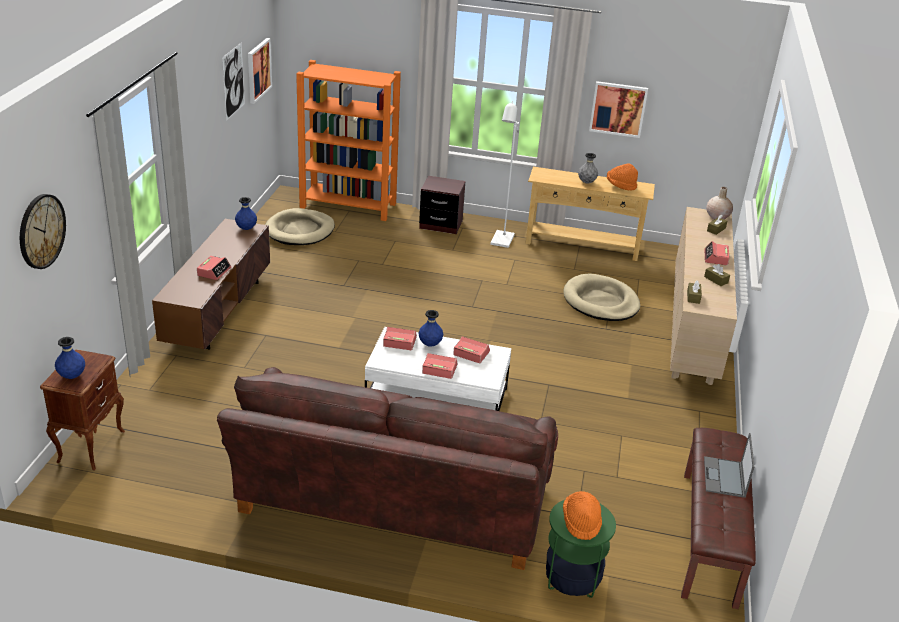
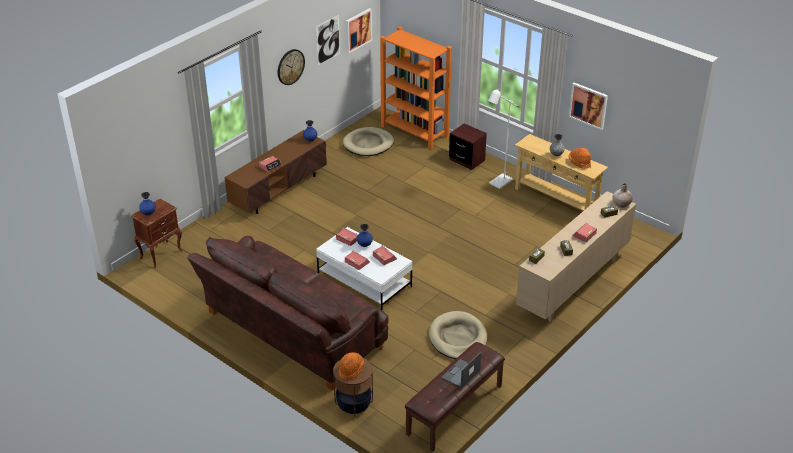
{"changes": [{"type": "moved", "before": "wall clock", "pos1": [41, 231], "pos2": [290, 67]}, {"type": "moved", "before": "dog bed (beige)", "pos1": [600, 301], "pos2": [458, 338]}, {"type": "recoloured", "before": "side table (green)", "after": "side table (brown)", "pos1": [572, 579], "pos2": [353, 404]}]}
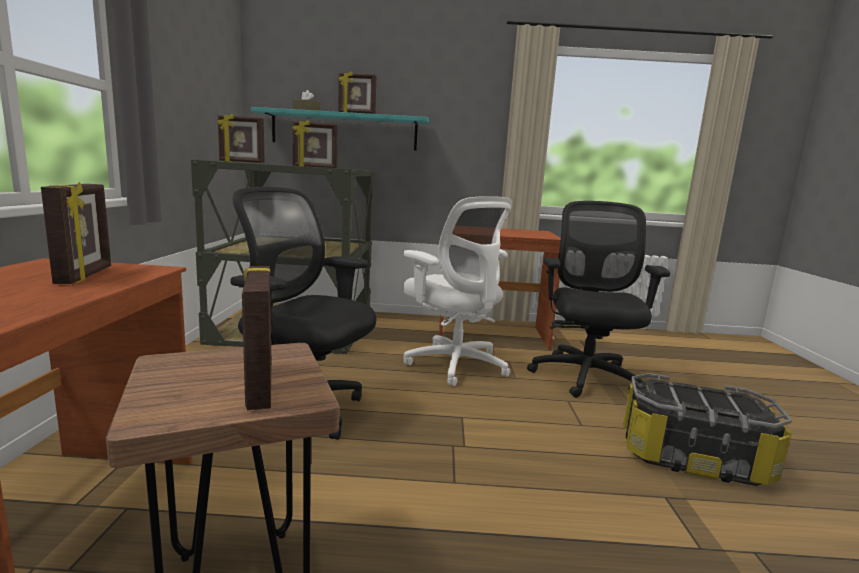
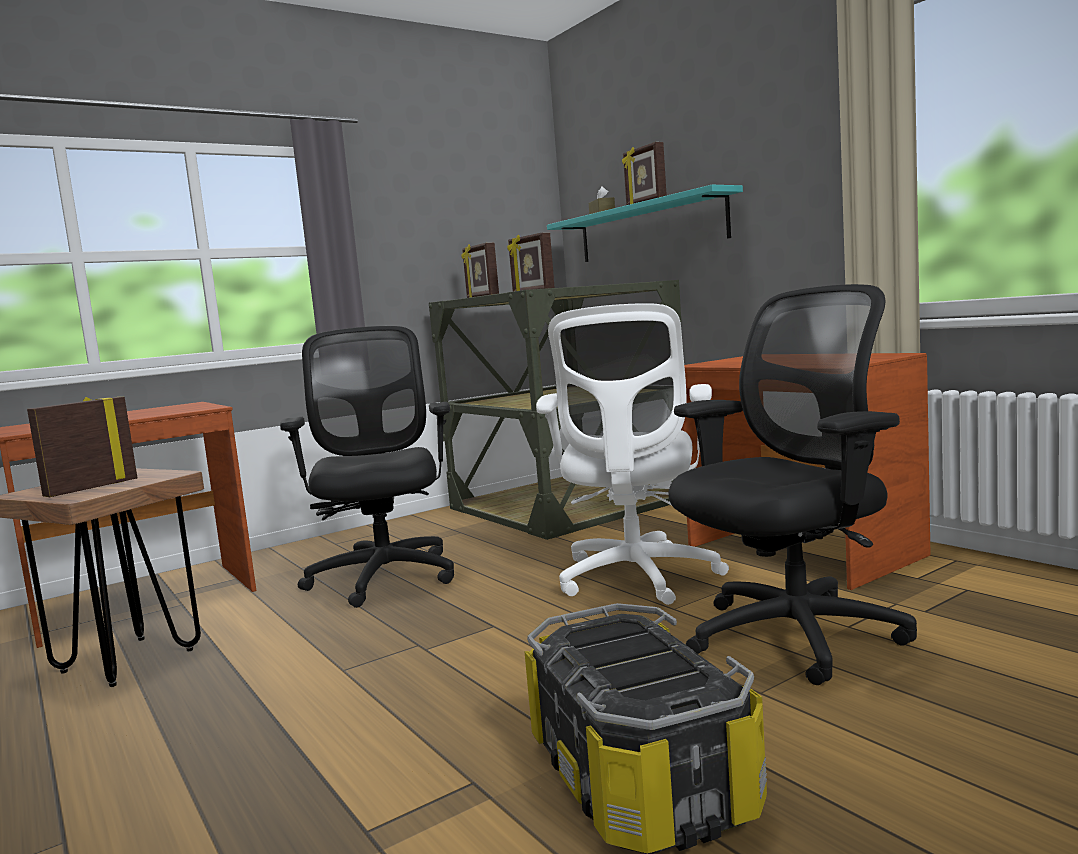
{"changes": [{"type": "removed", "before": "picture frame", "pos1": [86, 275]}]}
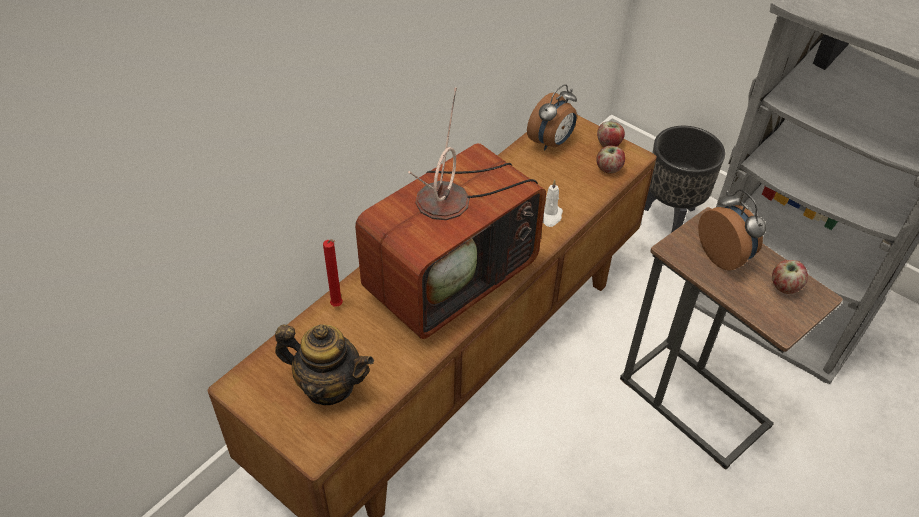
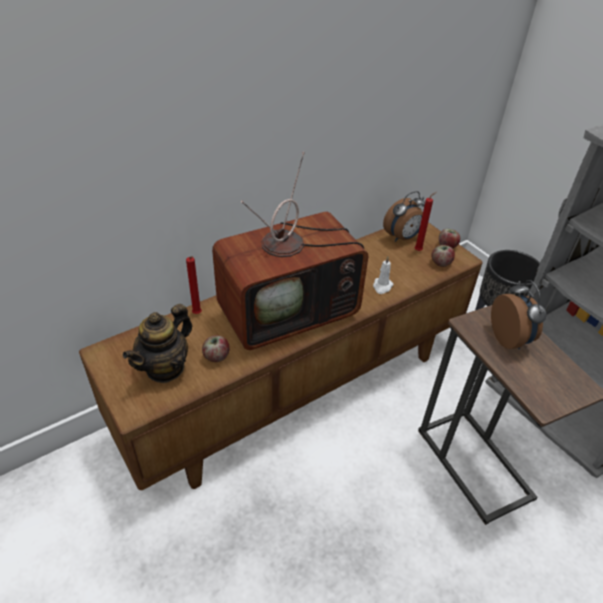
{"changes": [{"type": "added", "after": "candle (red)", "pos2": [419, 250]}, {"type": "moved", "before": "apple", "pos1": [784, 286], "pos2": [216, 356]}, {"type": "turned", "before": "teapot", "pos1": [329, 385], "pos2": [165, 368], "turn": 90}]}
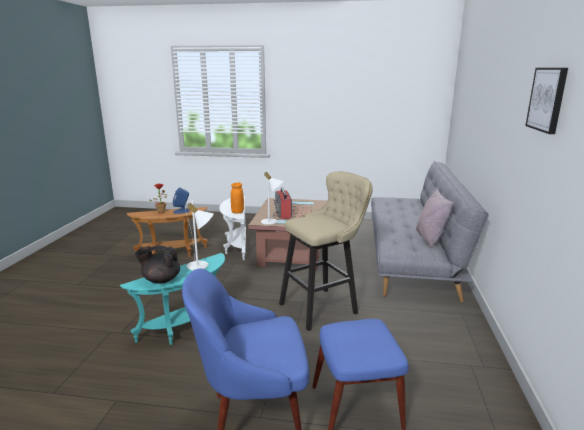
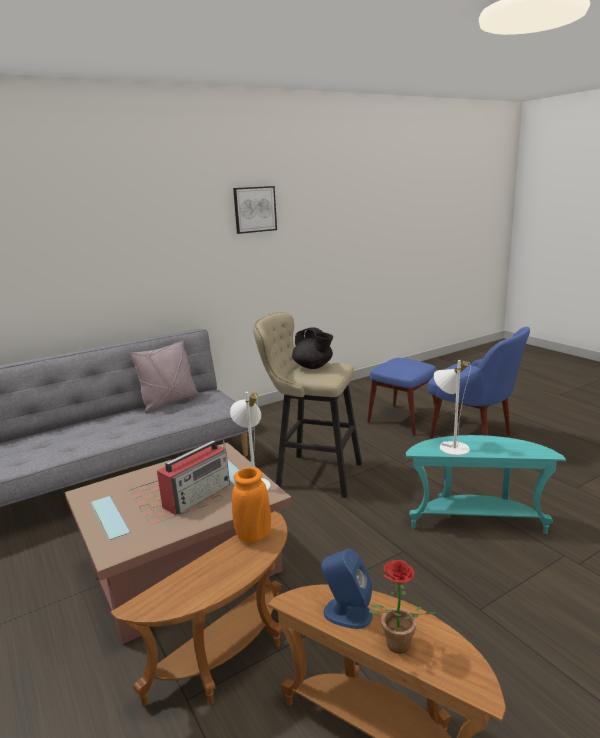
{"changes": [{"type": "moved", "before": "teapot (black)", "pos1": [161, 280], "pos2": [313, 367]}, {"type": "recoloured", "before": "side table (white)", "after": "side table (brown)", "pos1": [236, 246], "pos2": [230, 658]}]}
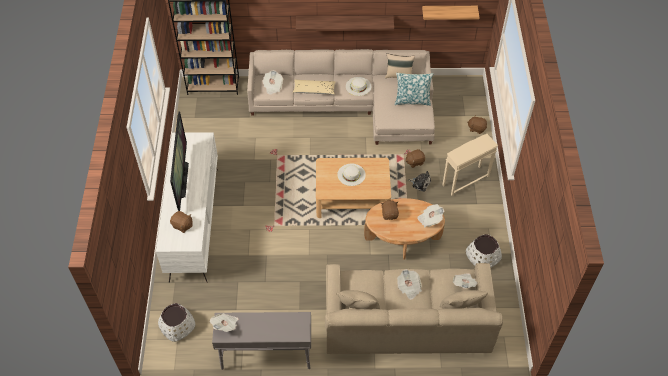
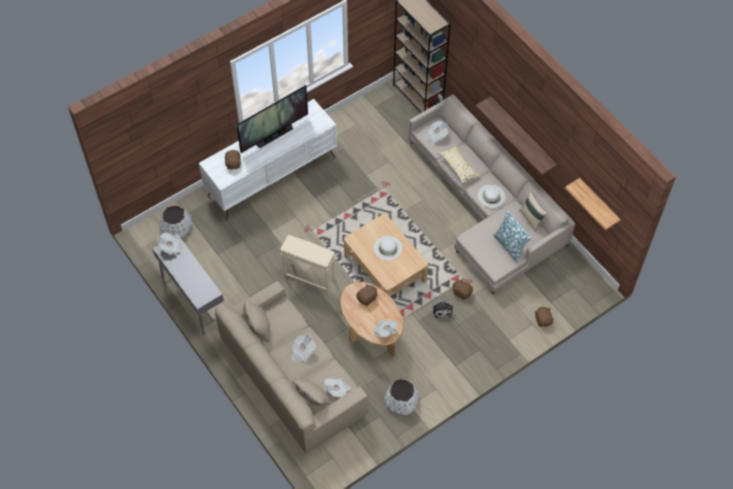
{"changes": [{"type": "moved", "before": "side table (beige)", "pos1": [465, 180], "pos2": [309, 277]}]}
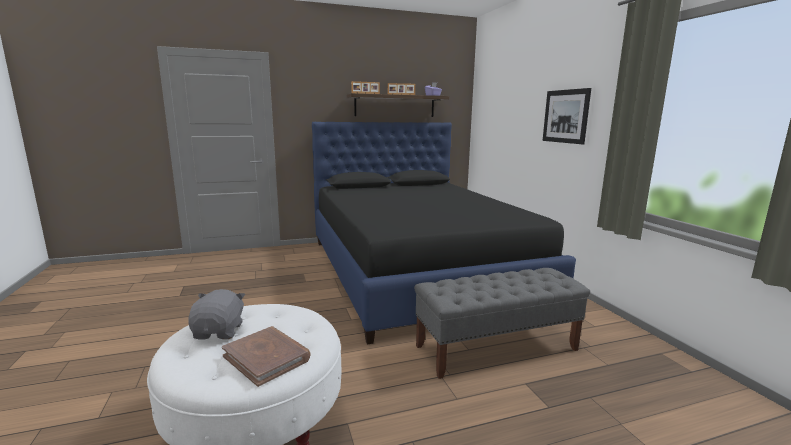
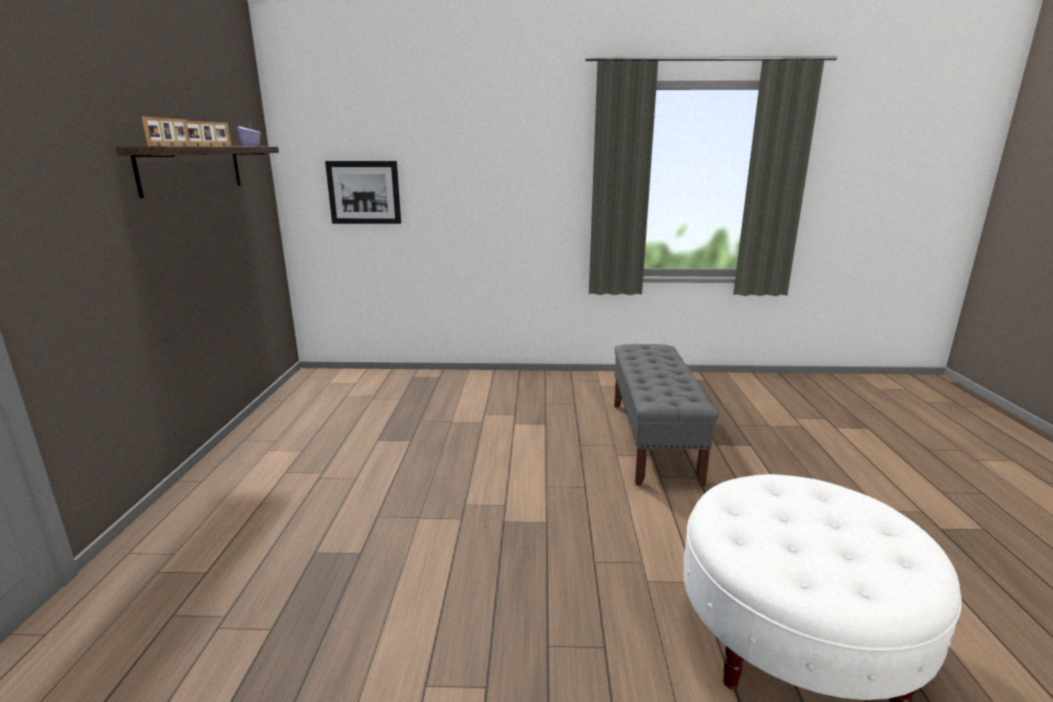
{"changes": [{"type": "removed", "before": "plush toy (grey)", "pos1": [219, 331]}, {"type": "removed", "before": "book (brown)", "pos1": [267, 358]}, {"type": "removed", "before": "bed (black)", "pos1": [417, 270]}, {"type": "moved", "before": "picture", "pos1": [565, 116], "pos2": [364, 192]}]}
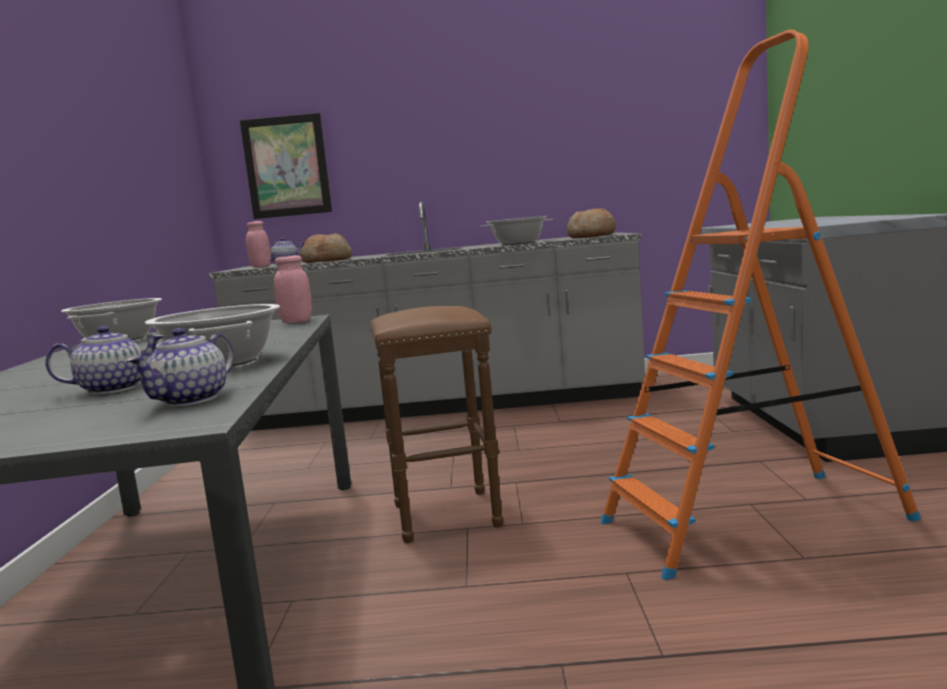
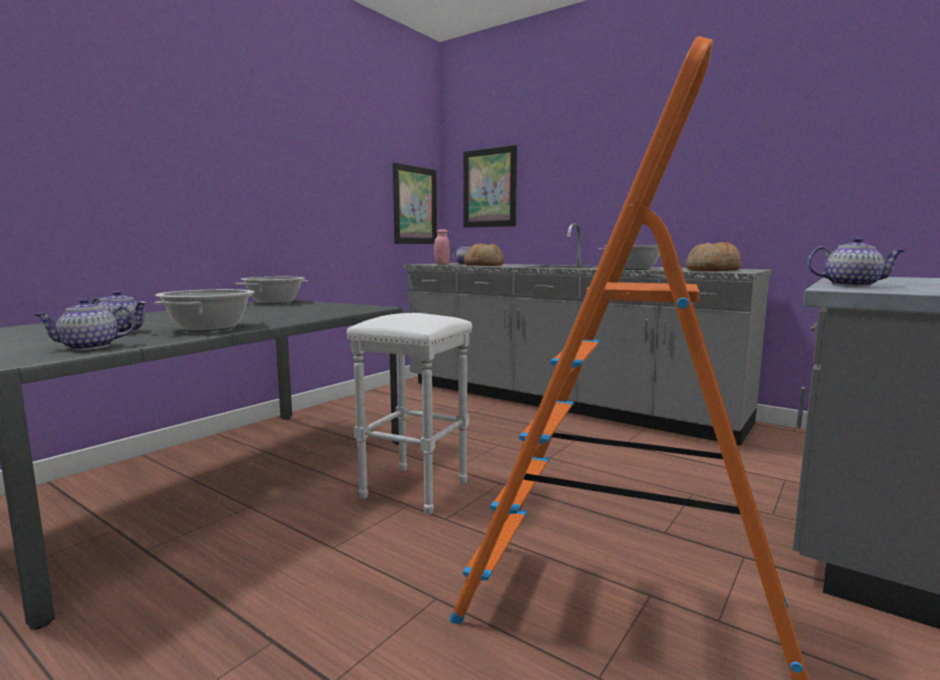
{"changes": [{"type": "removed", "before": "jar (pink)", "pos1": [296, 322]}, {"type": "added", "after": "picture", "pos2": [415, 205]}, {"type": "added", "after": "teapot", "pos2": [851, 285]}, {"type": "recoloured", "before": "stool (brown)", "after": "stool (white)", "pos1": [449, 515], "pos2": [415, 490]}]}
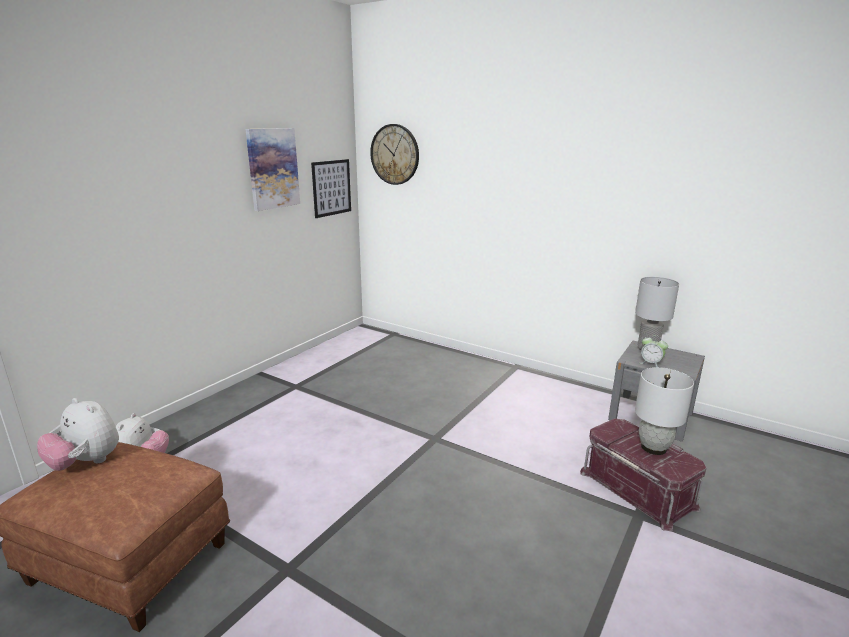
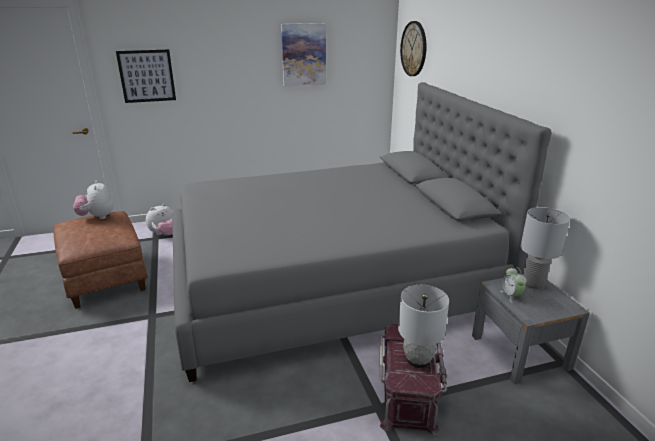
{"changes": [{"type": "added", "after": "bed (grey)", "pos2": [331, 282]}, {"type": "moved", "before": "picture", "pos1": [331, 188], "pos2": [147, 76]}]}
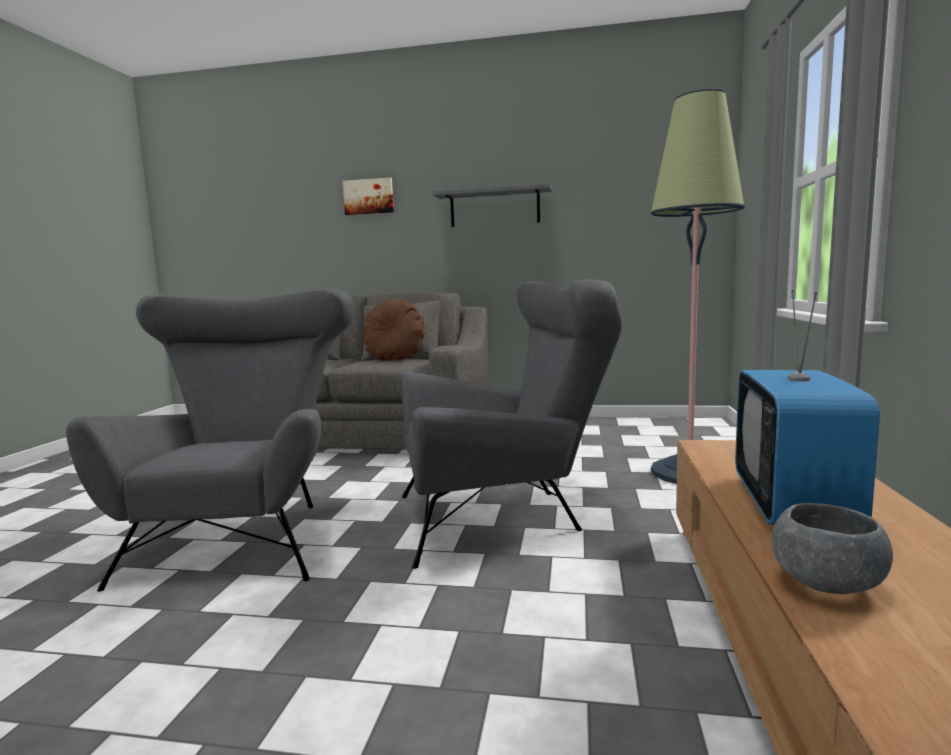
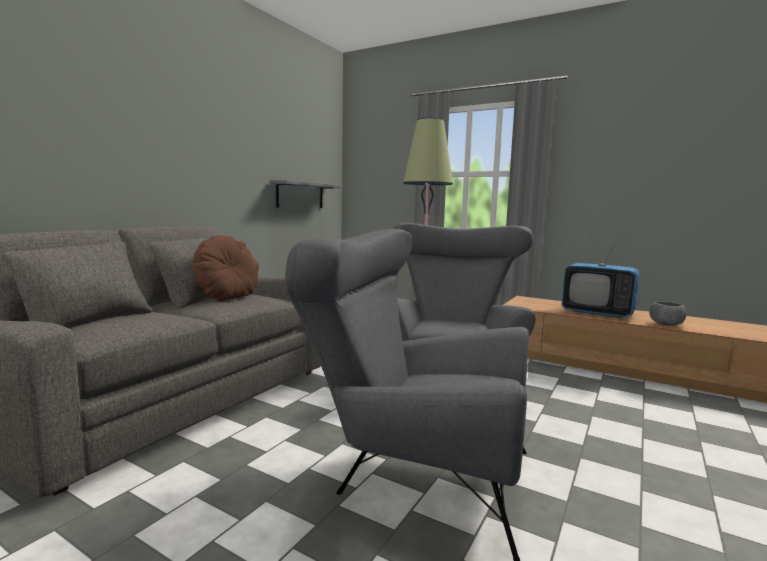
{"changes": [{"type": "removed", "before": "picture", "pos1": [369, 196]}, {"type": "moved", "before": "shelf (grey)", "pos1": [494, 208], "pos2": [300, 195]}]}
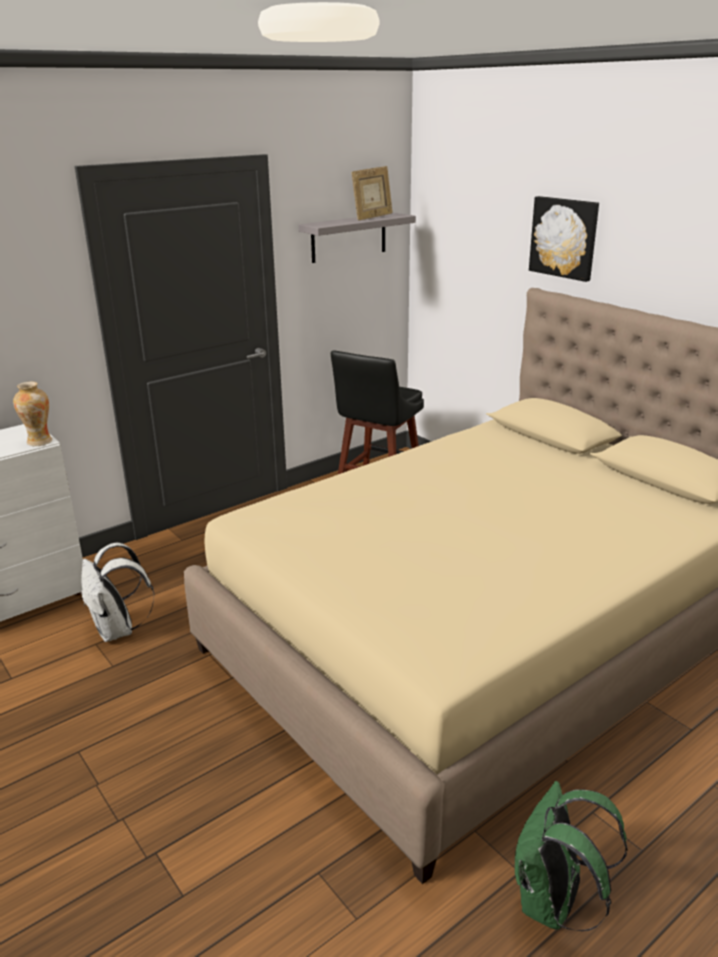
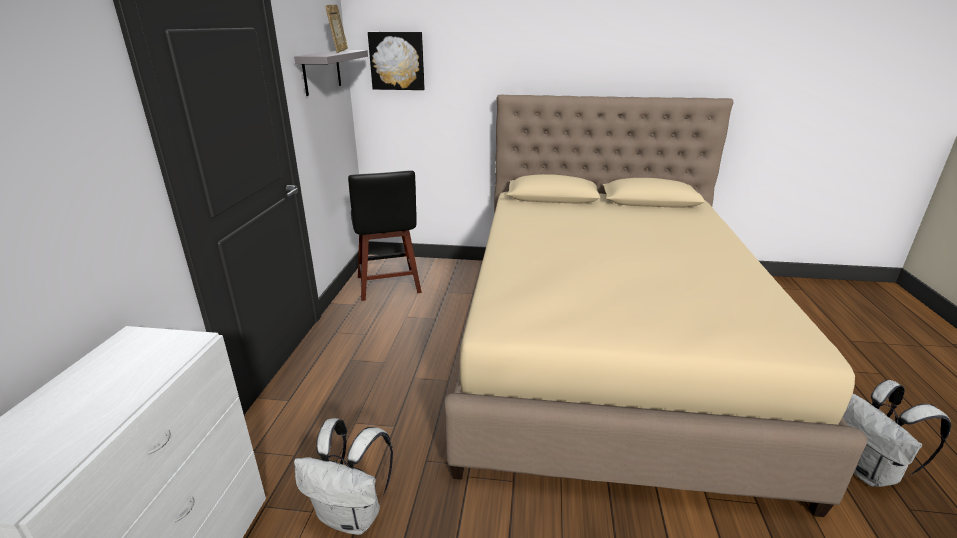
{"changes": [{"type": "removed", "before": "vase", "pos1": [39, 442]}, {"type": "moved", "before": "picture", "pos1": [564, 237], "pos2": [397, 61]}, {"type": "recoloured", "before": "backpack (green)", "after": "backpack (white)", "pos1": [553, 903], "pos2": [867, 471]}]}
